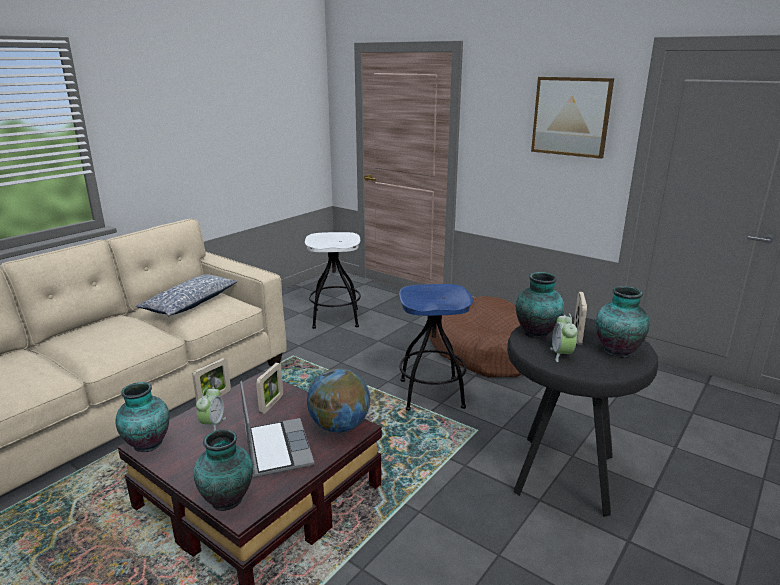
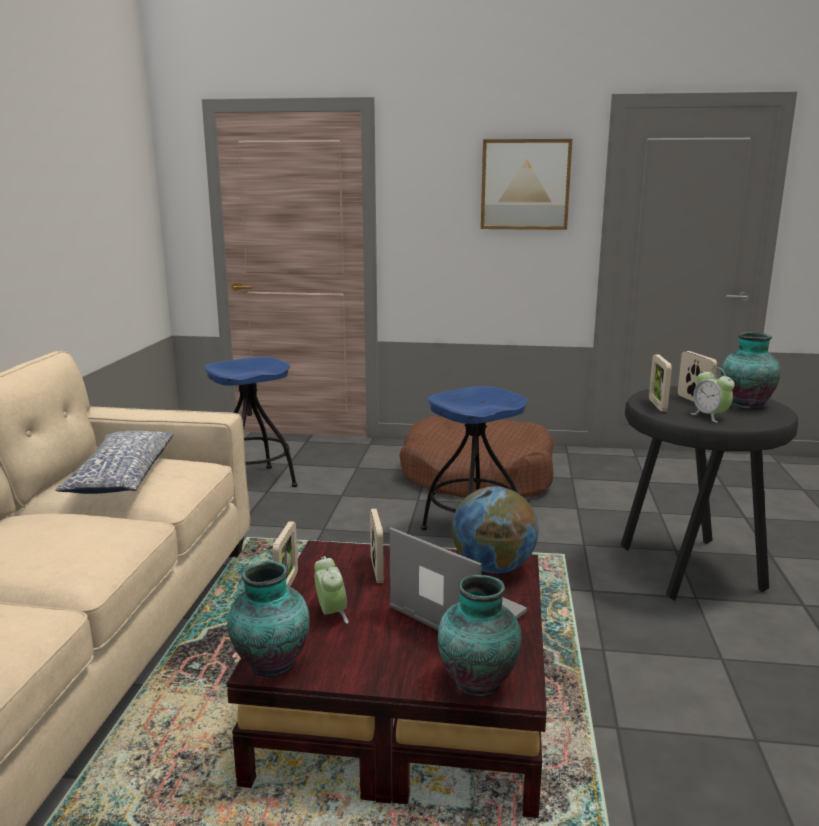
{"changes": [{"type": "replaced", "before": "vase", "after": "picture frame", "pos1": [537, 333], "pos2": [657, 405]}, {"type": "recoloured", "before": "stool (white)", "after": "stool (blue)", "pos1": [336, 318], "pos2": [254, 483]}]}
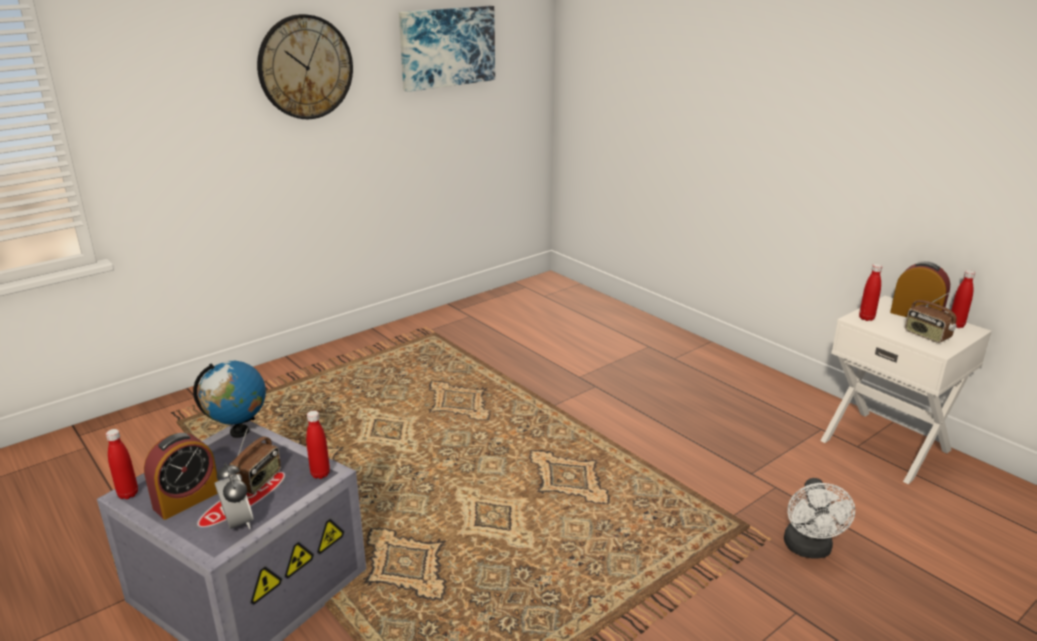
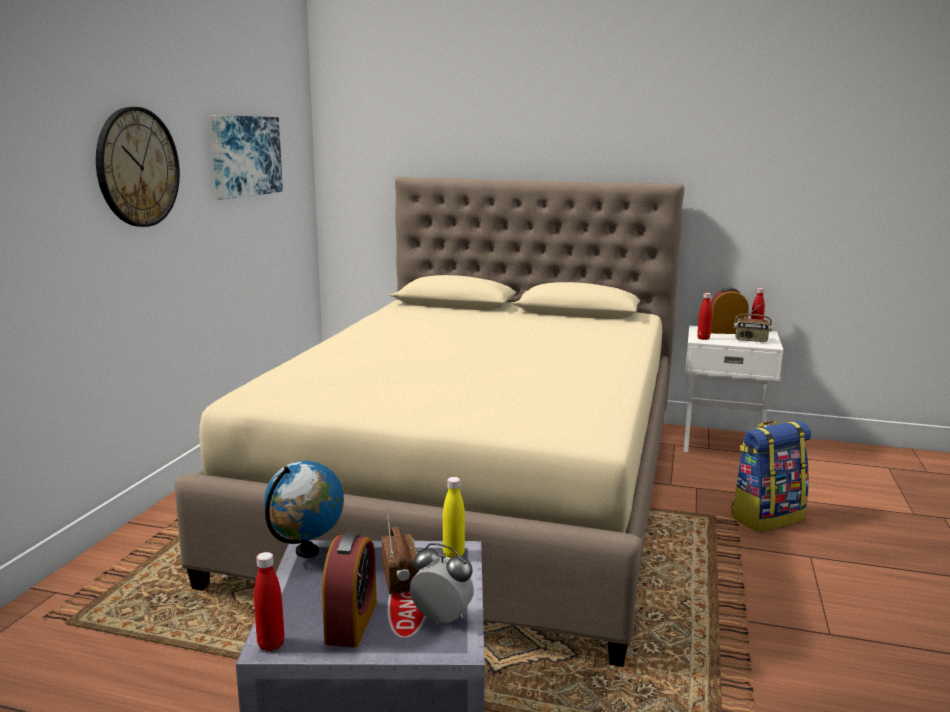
{"changes": [{"type": "added", "after": "bed (beige)", "pos2": [479, 489]}, {"type": "replaced", "before": "fan (white)", "after": "backpack", "pos1": [809, 549], "pos2": [766, 517]}, {"type": "recoloured", "before": "bottle (red)", "after": "bottle (yellow)", "pos1": [320, 474], "pos2": [453, 554]}]}
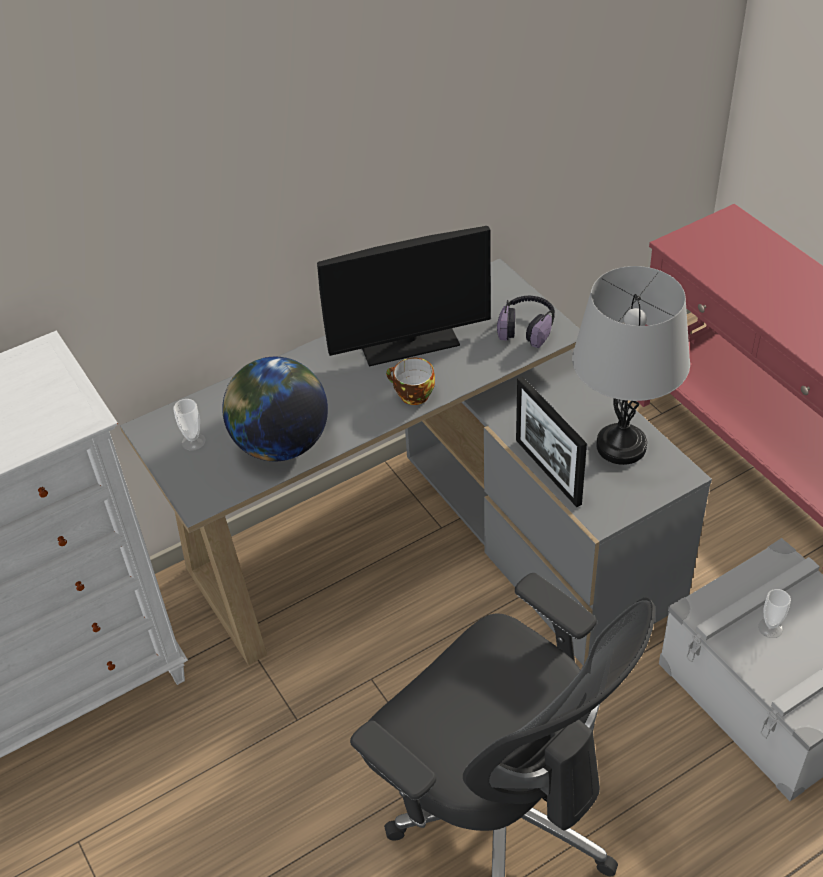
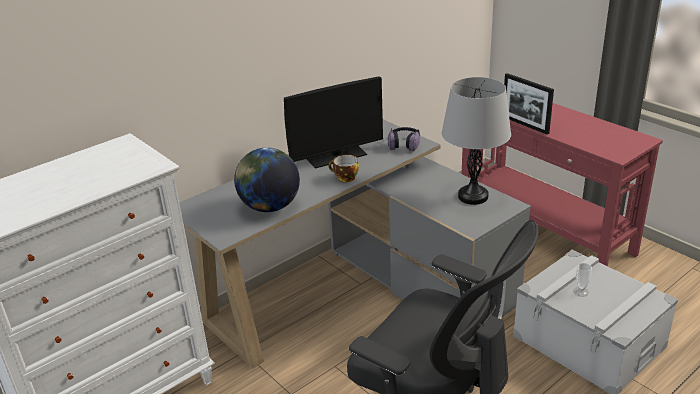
{"changes": [{"type": "removed", "before": "cup", "pos1": [193, 442]}, {"type": "moved", "before": "picture frame", "pos1": [548, 471], "pos2": [525, 124]}]}
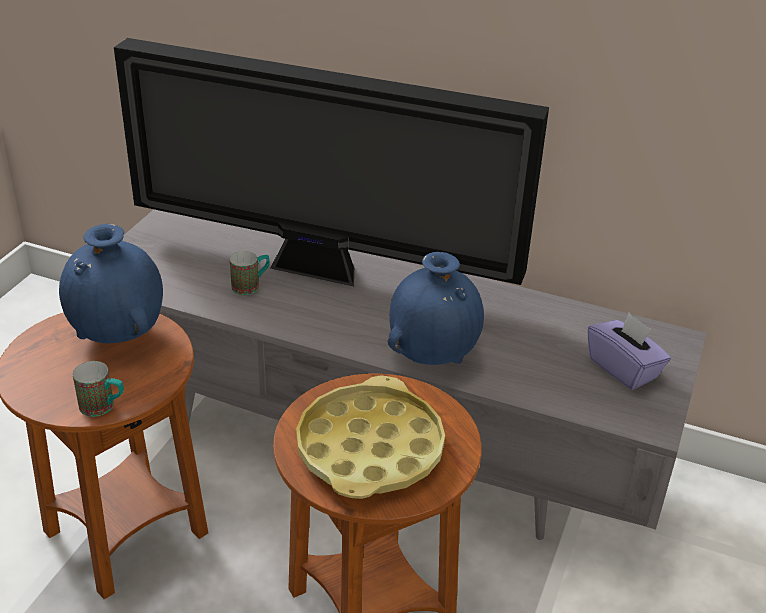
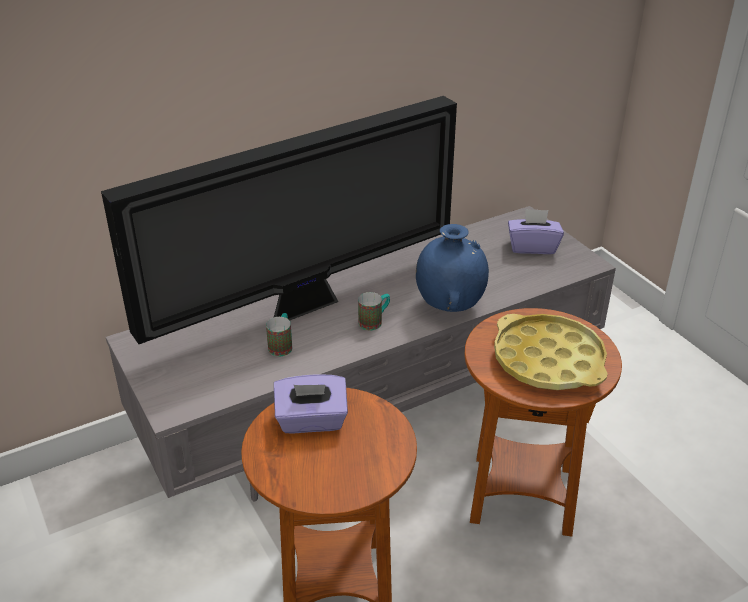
{"changes": [{"type": "moved", "before": "mug", "pos1": [103, 407], "pos2": [374, 321]}, {"type": "replaced", "before": "vase (blue)", "after": "tissue box (purple)", "pos1": [119, 336], "pos2": [311, 421]}]}
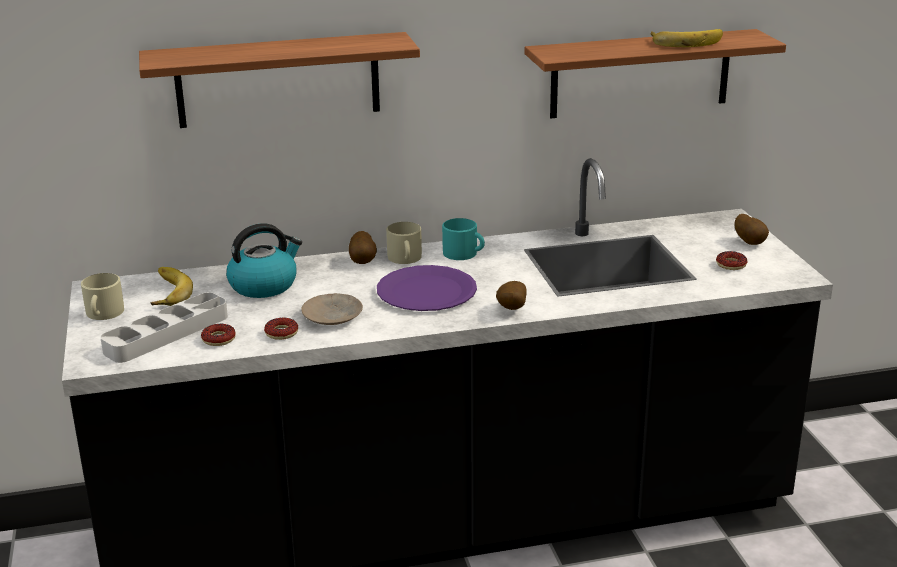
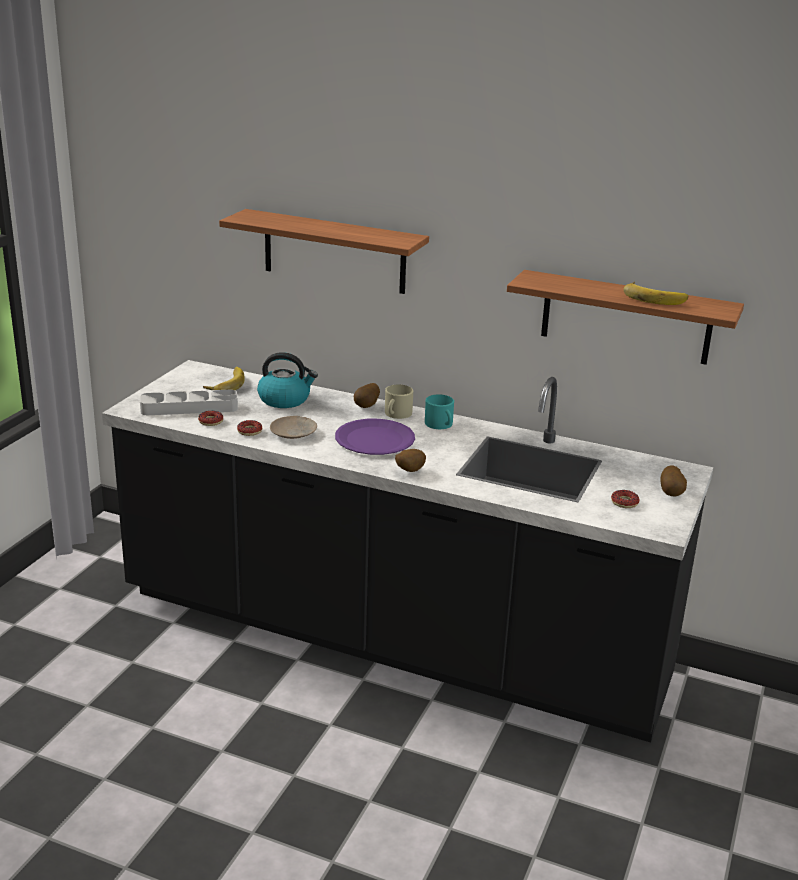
{"changes": [{"type": "removed", "before": "mug (beige)", "pos1": [103, 313]}]}
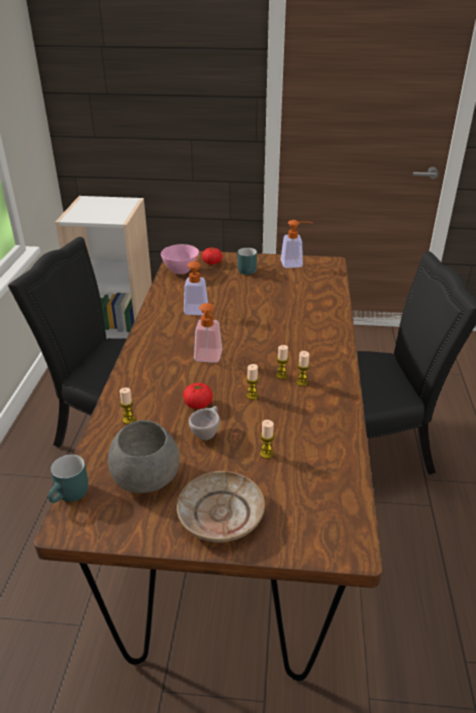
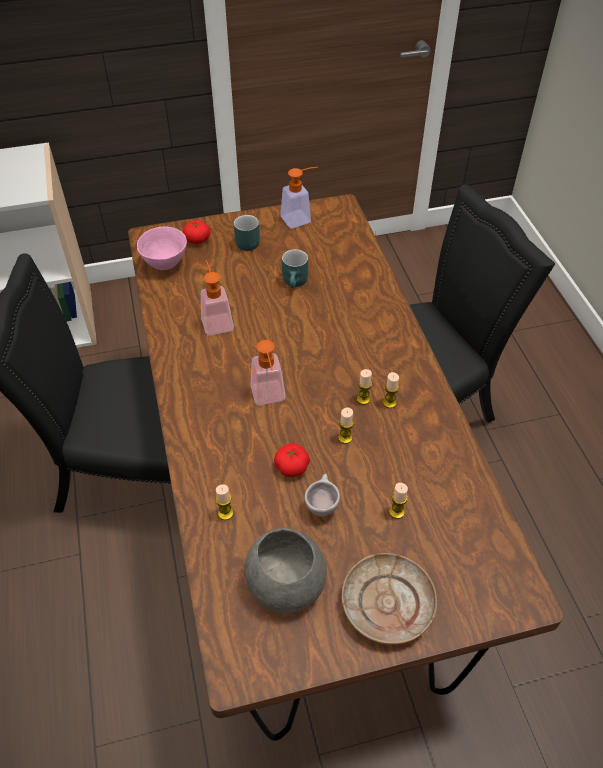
{"changes": [{"type": "moved", "before": "mug (turquoise)", "pos1": [71, 496], "pos2": [296, 282]}]}
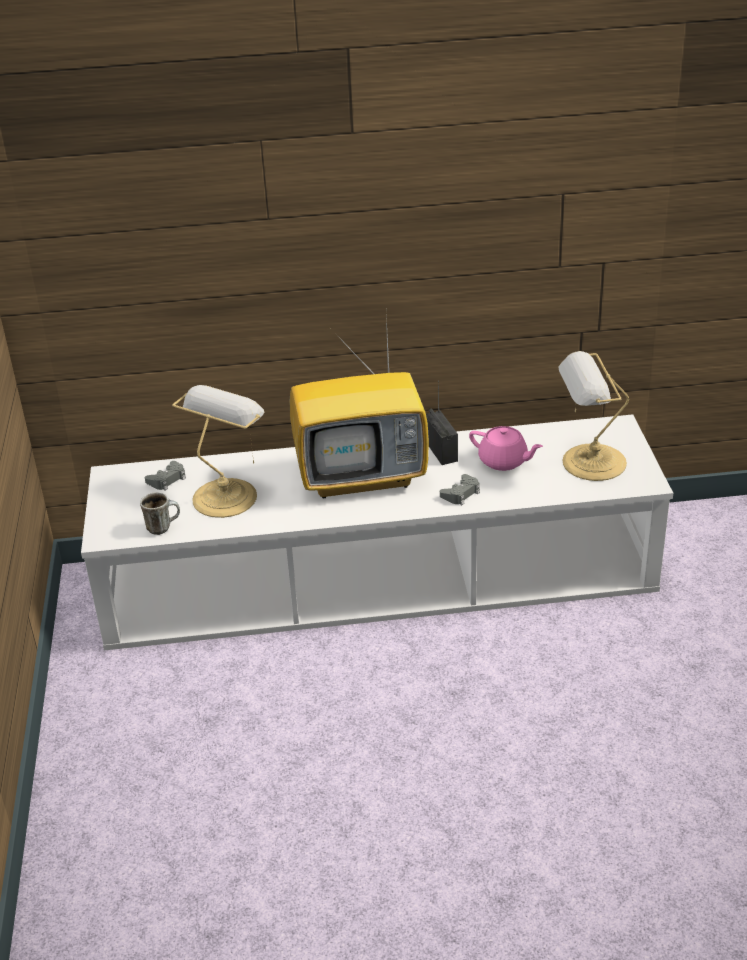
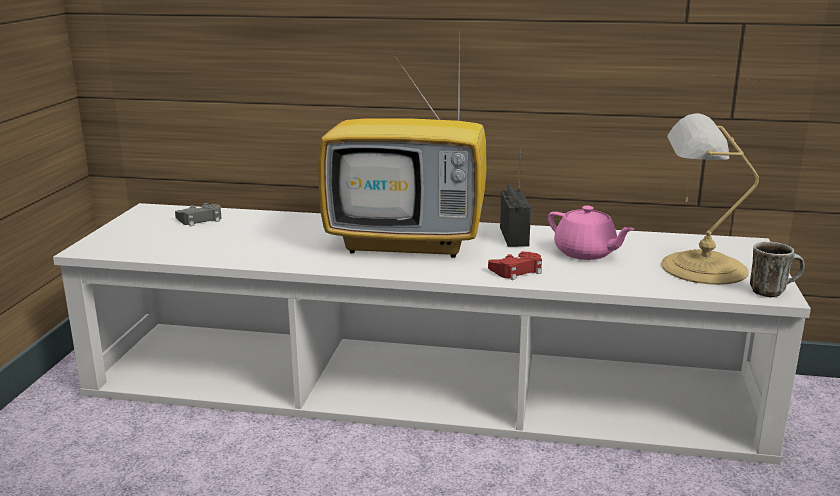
{"changes": [{"type": "removed", "before": "table lamp", "pos1": [226, 495]}, {"type": "moved", "before": "mug", "pos1": [163, 527], "pos2": [772, 291]}, {"type": "recoloured", "before": "game controller (grey)", "after": "game controller (red)", "pos1": [461, 494], "pos2": [517, 271]}]}
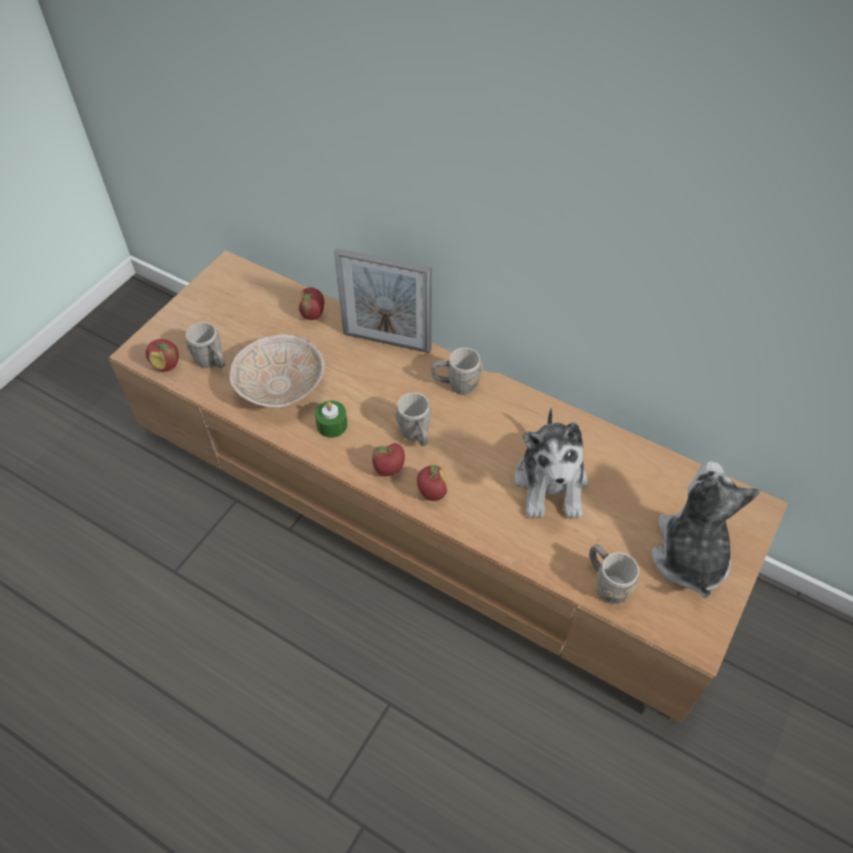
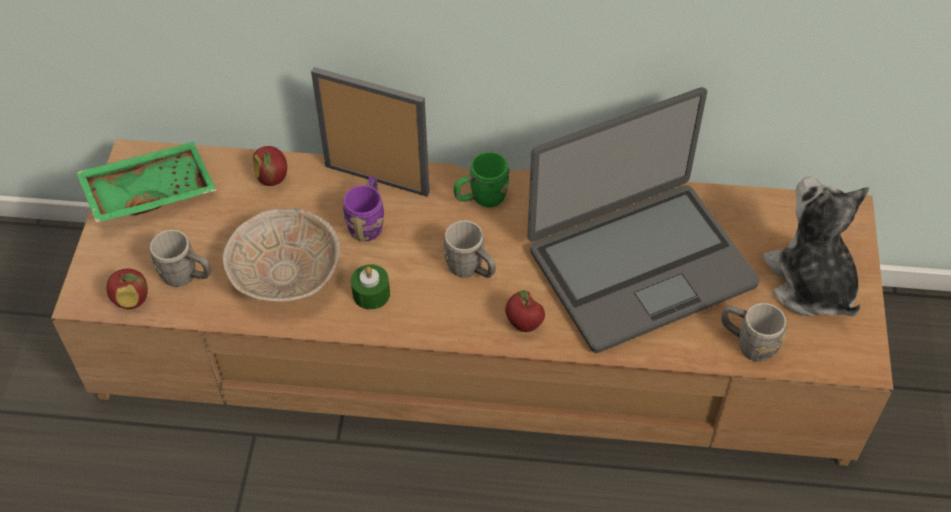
{"changes": [{"type": "removed", "before": "apple", "pos1": [389, 470]}, {"type": "added", "after": "tray (green)", "pos2": [149, 191]}, {"type": "added", "after": "mug (purple)", "pos2": [368, 222]}, {"type": "replaced", "before": "plush toy", "after": "laptop", "pos1": [551, 483], "pos2": [639, 265]}, {"type": "recoloured", "before": "mug (grey)", "after": "mug (green)", "pos1": [456, 384], "pos2": [481, 198]}, {"type": "turned", "before": "picture frame", "pos1": [386, 342], "pos2": [377, 179], "turn": -150}]}
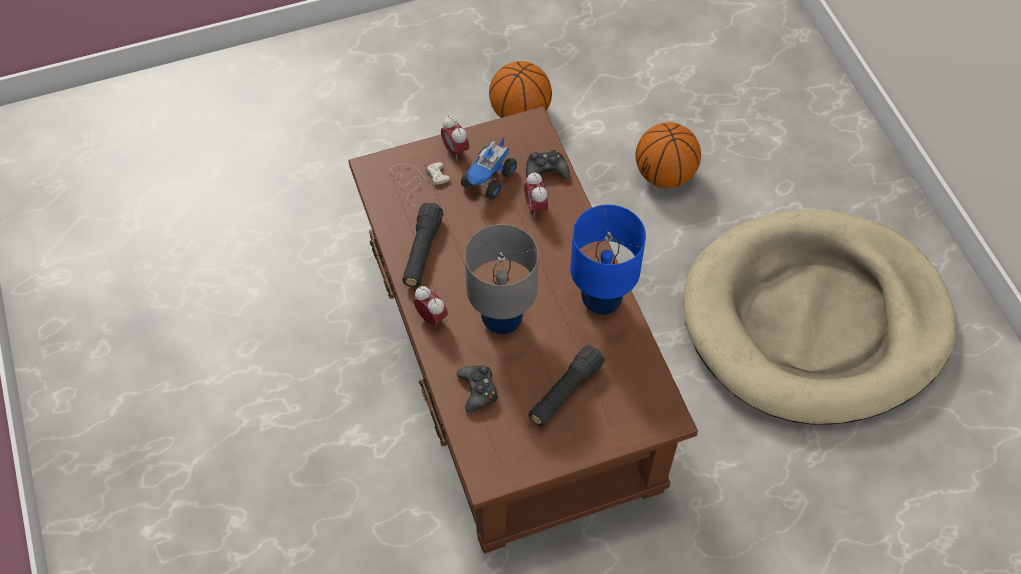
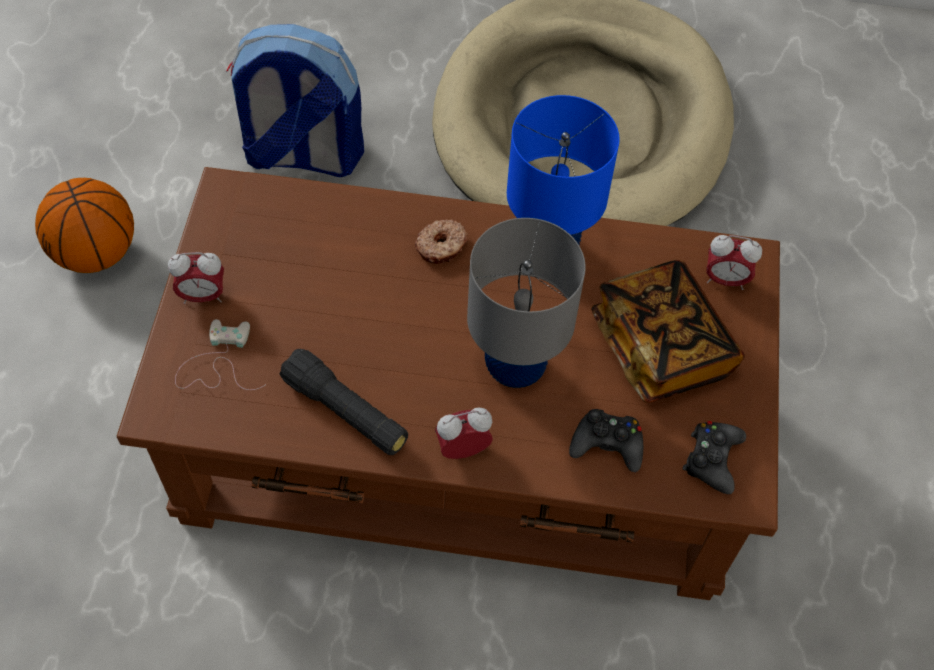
{"changes": [{"type": "removed", "before": "toy truck", "pos1": [489, 179]}, {"type": "added", "after": "donut", "pos2": [441, 247]}, {"type": "moved", "before": "alarm clock", "pos1": [535, 207], "pos2": [725, 280]}, {"type": "moved", "before": "game controller (black)", "pos1": [546, 171], "pos2": [712, 459]}, {"type": "replaced", "before": "flashlight (black)", "after": "book", "pos1": [565, 392], "pos2": [661, 347]}, {"type": "replaced", "before": "basketball", "after": "backpack", "pos1": [664, 175], "pos2": [301, 155]}]}
